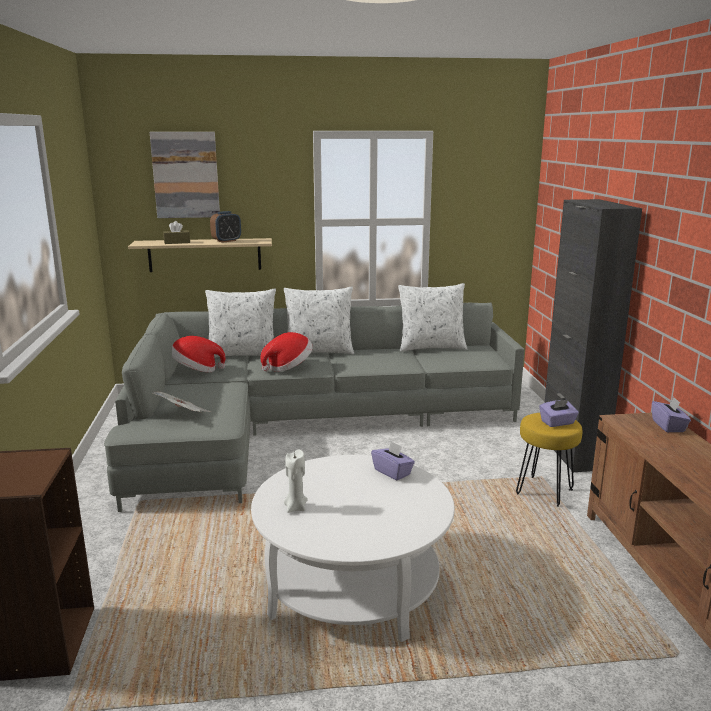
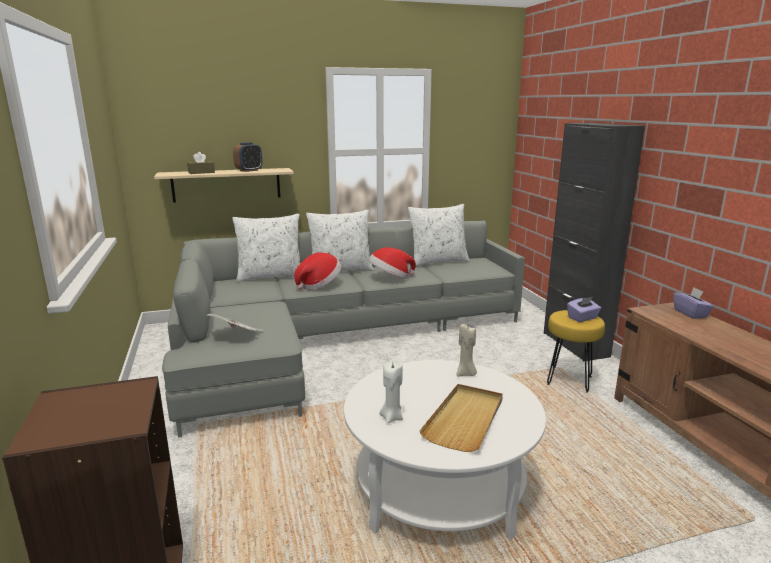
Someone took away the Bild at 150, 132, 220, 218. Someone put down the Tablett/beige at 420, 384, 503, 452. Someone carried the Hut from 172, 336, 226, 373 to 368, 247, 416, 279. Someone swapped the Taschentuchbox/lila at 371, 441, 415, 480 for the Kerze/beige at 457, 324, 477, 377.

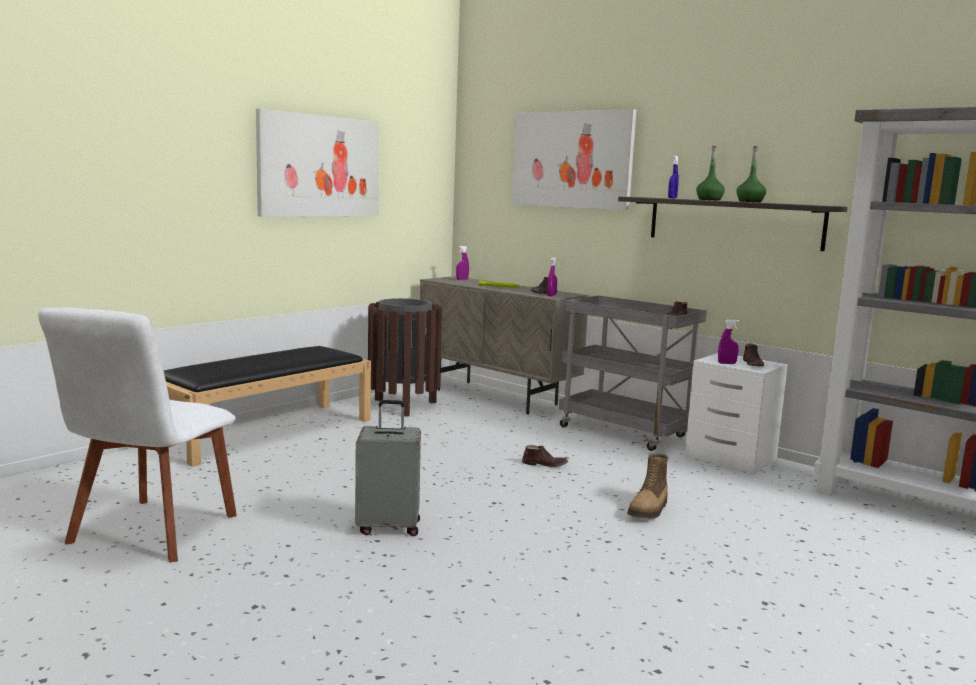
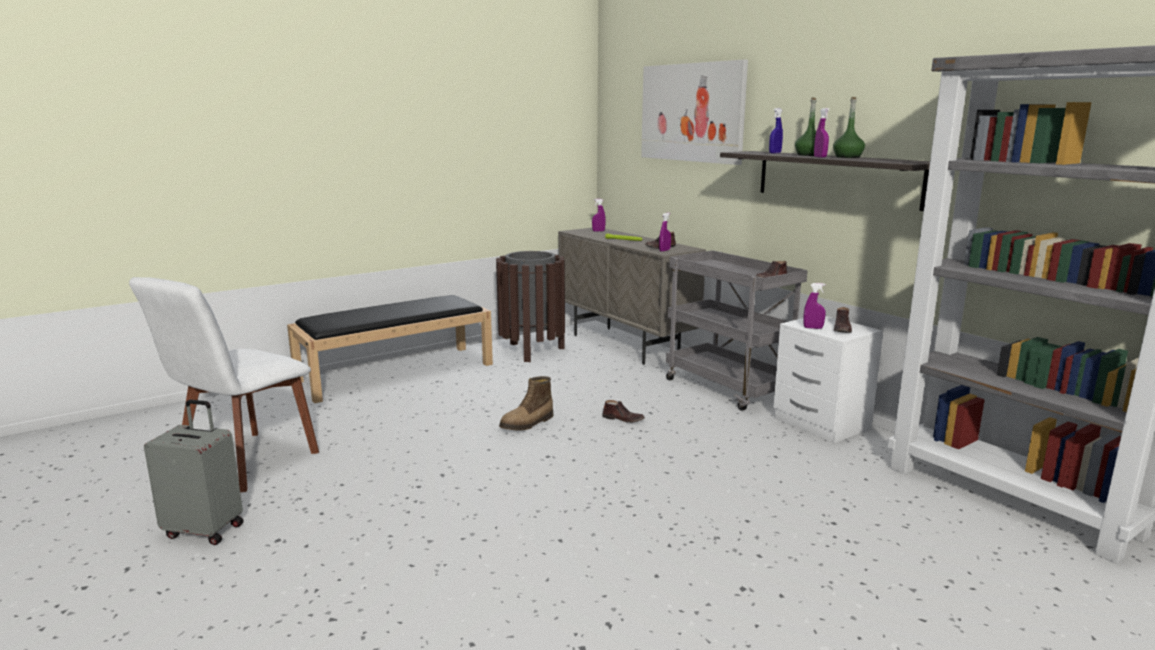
Someone took away the Bild at 256, 109, 380, 217. Someone put down the Sprühflasche/lila at 814, 108, 829, 158. Someone carried the Koffer/grau from 355, 400, 421, 536 to 144, 399, 244, 545. Someone carried the Stiefel from 627, 453, 668, 519 to 499, 376, 553, 431.

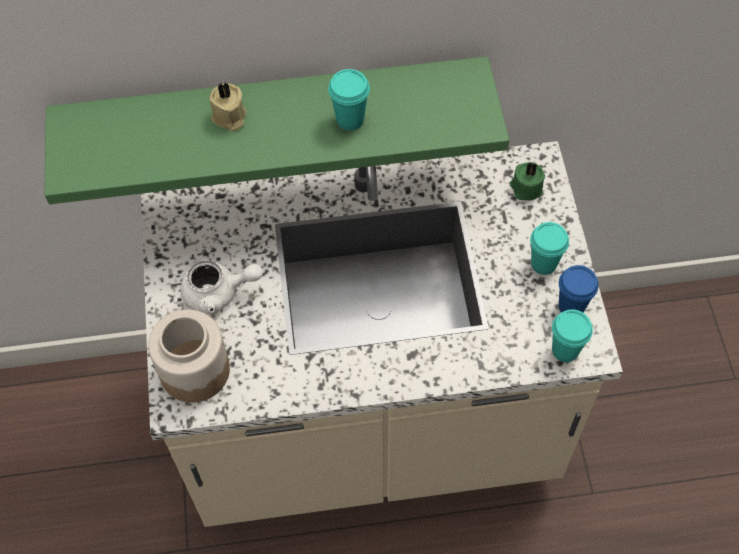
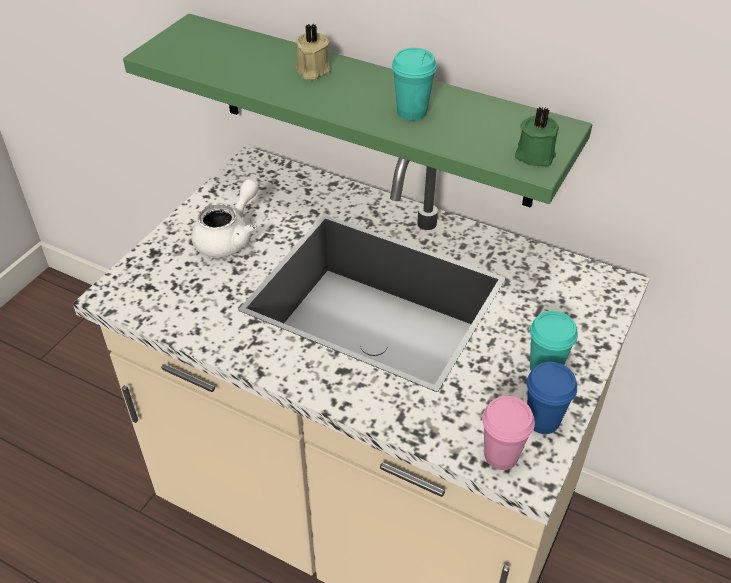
Someone took away the Vorratsglas at 148, 309, 230, 403. Someone carried the Kerze/grün from 509, 162, 545, 201 to 515, 107, 559, 166. Someone repainted the Tasse/türkis at 552, 309, 593, 362, which became the Tasse/rosa at 482, 396, 535, 470. Someone rotated the Teekanne/weiß at 181, 260, 263, 315 by 90 degrees counterclockwise.

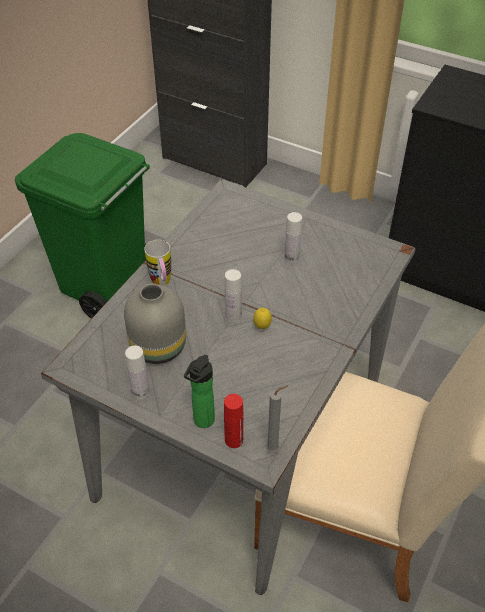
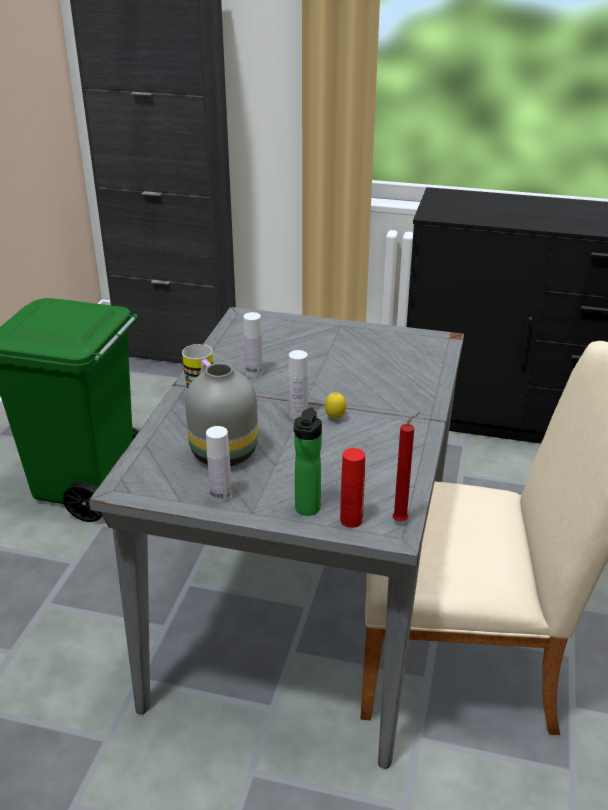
Someone carried the Flasche/weiß from 284, 212, 302, 264 to 243, 312, 263, 377. Someone repainted the Kerze/grau at 266, 386, 288, 453, which became the Kerze/rot at 392, 412, 420, 522.

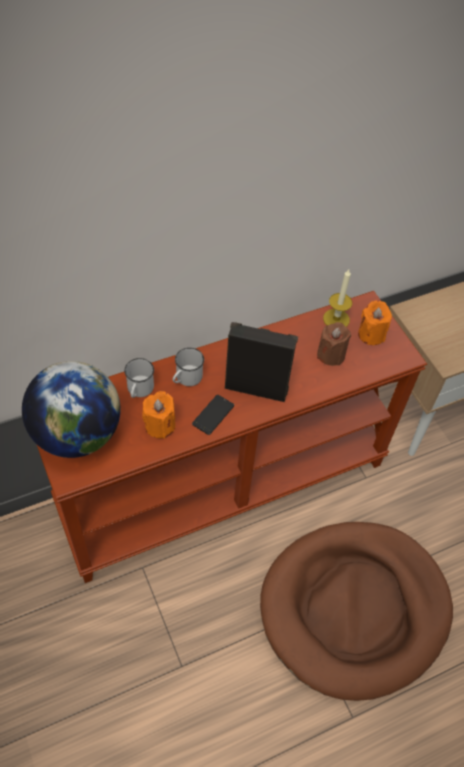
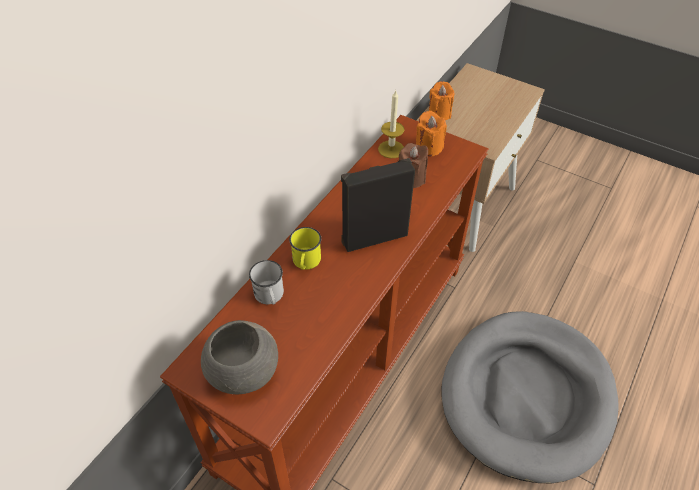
Someone took away the Handy at 192, 395, 234, 435. Someone carried the Kerze/orange from 142, 391, 175, 439 to 429, 81, 454, 120. Someone swapped the Globus at 22, 361, 121, 458 for the Schüssel/grau at 201, 320, 278, 395. Someone repainted the Henkelbecher/weiß at 173, 348, 204, 386, which became the Henkelbecher/gelb at 289, 227, 321, 270. Someone repainted the Hundebett/braun at 260, 522, 453, 701, which became the Hundebett/grau at 441, 311, 619, 483.

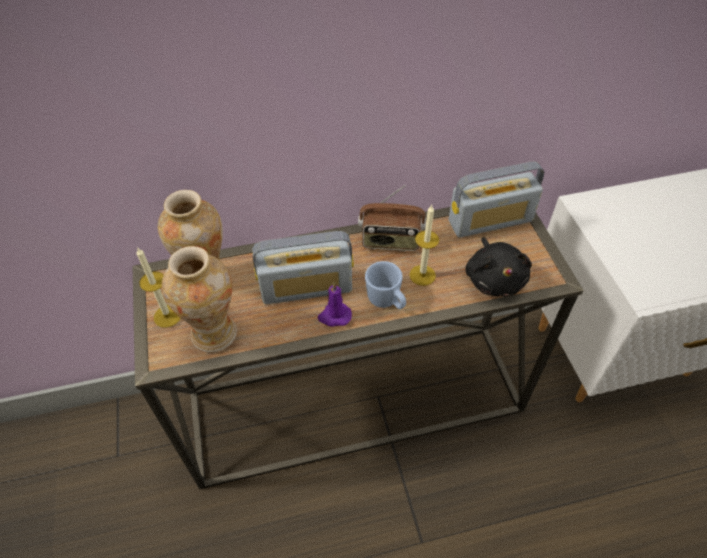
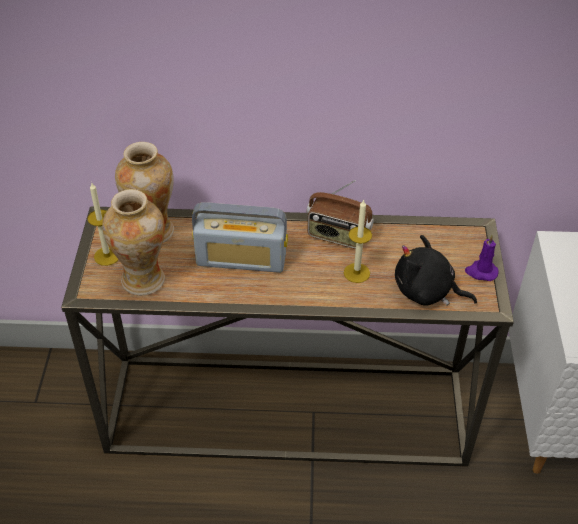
Someone took away the Henkelbecher/blau at 365, 261, 406, 309. Someone took away the Radio at 449, 161, 544, 238. Someone carried the Kerze/lila from 318, 282, 352, 327 to 465, 235, 499, 281. Someone rotated the Plüschtier/schwarz at 465, 237, 532, 297 by 105 degrees clockwise.

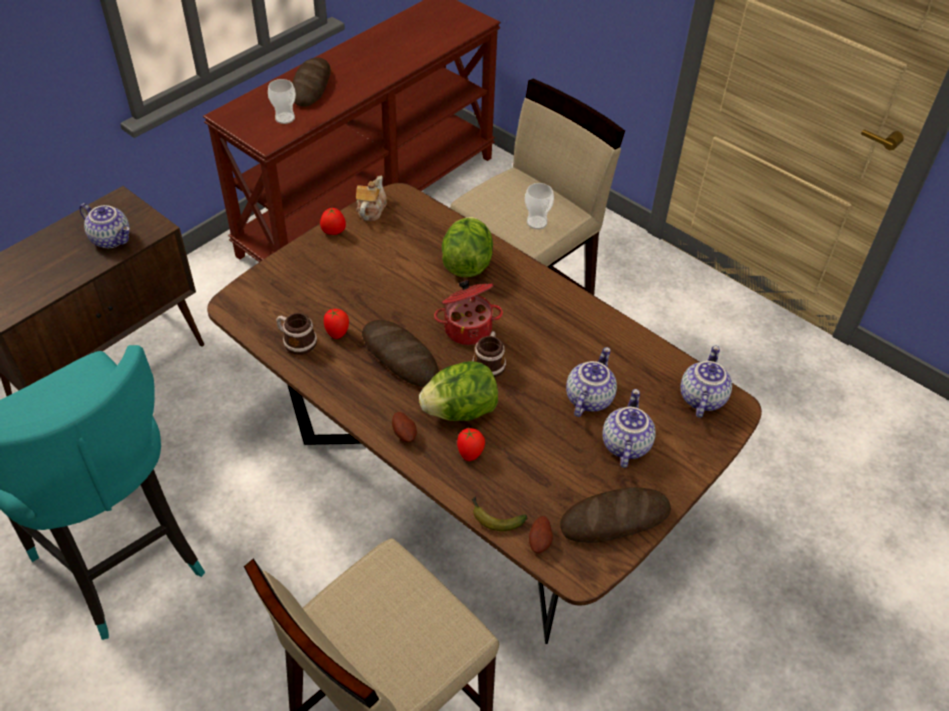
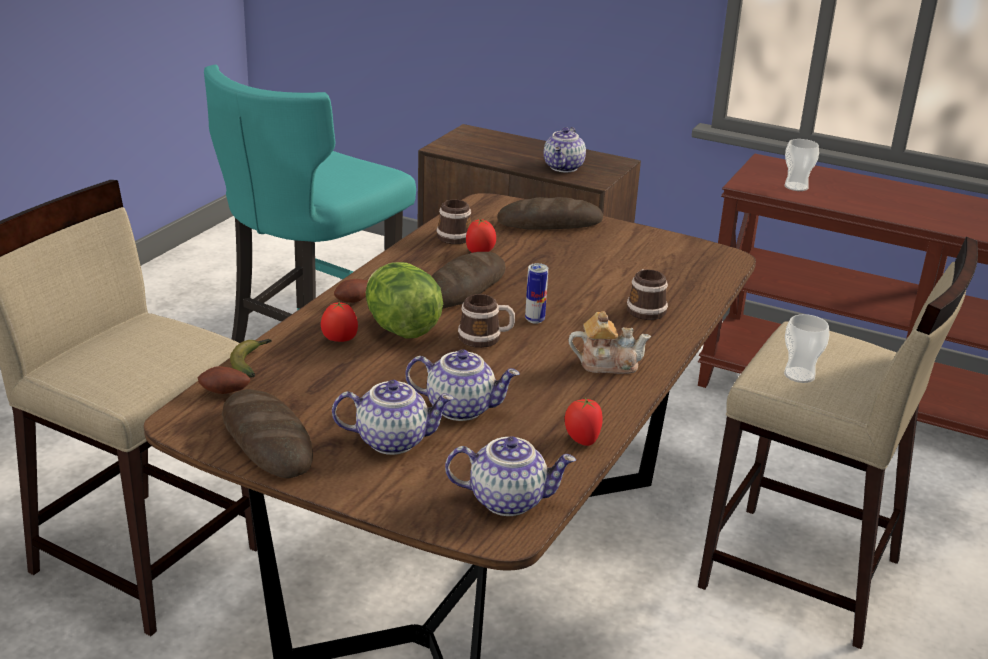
Someone carried the Brot from 292, 57, 331, 107 to 497, 197, 603, 230. Someone carried the Tomate from 320, 207, 346, 235 to 565, 398, 602, 446. Someone carried the Teekanne from 356, 176, 387, 221 to 568, 311, 651, 374. Someone swapped the Kochtopf at 434, 280, 503, 345 for the Dose at 525, 263, 548, 324. Someone swapped the Salatkopf at 442, 217, 493, 277 for the Henkelbecher at 627, 269, 668, 320.

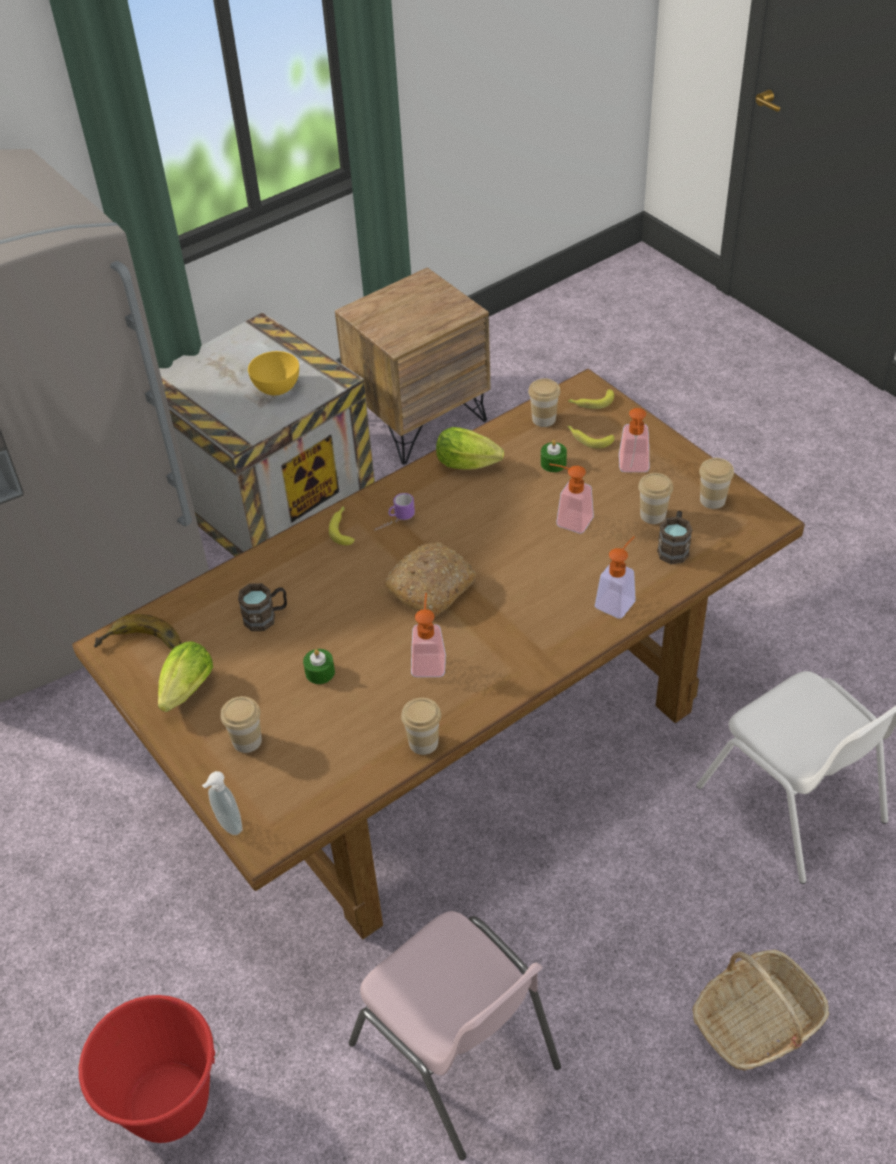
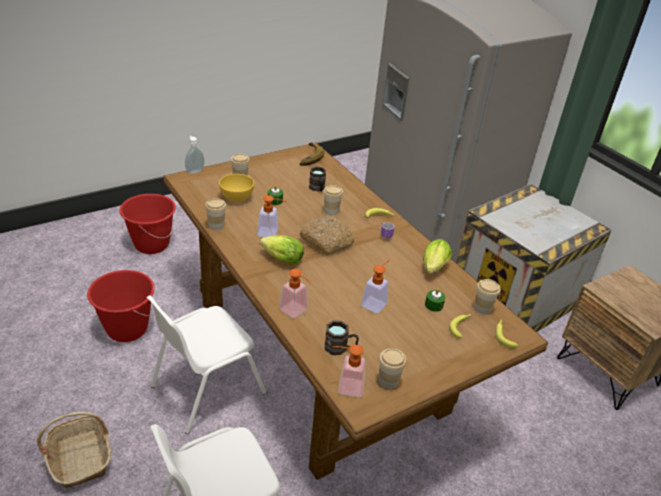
Someone put down the Stuhl/weiß at 147, 295, 266, 434. Someone carried the Salatkopf from 158, 641, 213, 712 to 260, 235, 304, 264. Someone carried the Schüssel/gelb from 248, 351, 299, 395 to 219, 174, 254, 202. Someone carried the Seifenspender from 619, 408, 649, 472 to 332, 345, 365, 397. Someone carried the Tasse from 638, 473, 673, 524 to 323, 185, 343, 215. Someone swapped the Stuhl/rosa at 349, 911, 561, 1160 for the Eimer/rot at 87, 270, 155, 342.

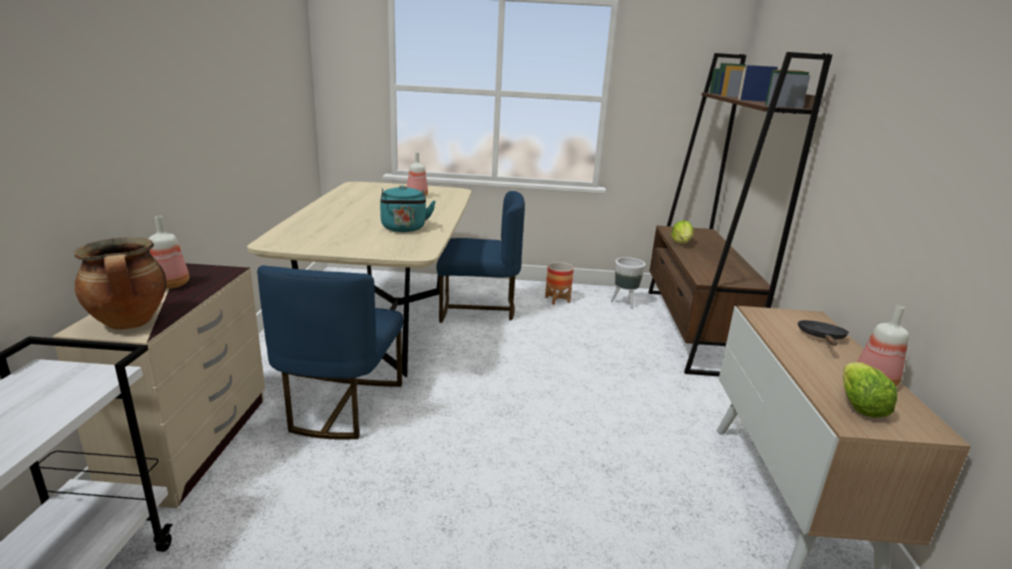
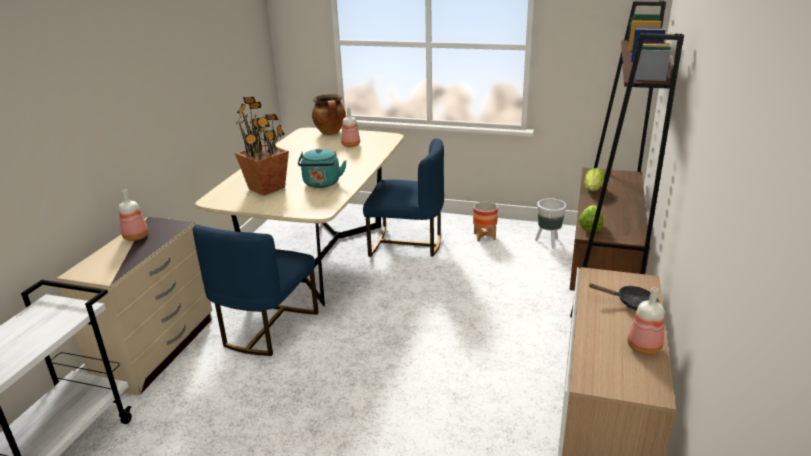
Someone put down the Topfpflanze at 235, 97, 289, 196. Someone carried the Kochtopf from 74, 237, 166, 330 to 312, 94, 346, 135. Someone carried the Salatkopf from 843, 362, 897, 418 to 579, 205, 603, 232. Someone rotated the Pfanne/schwarz at 798, 320, 849, 346 by 75 degrees clockwise.

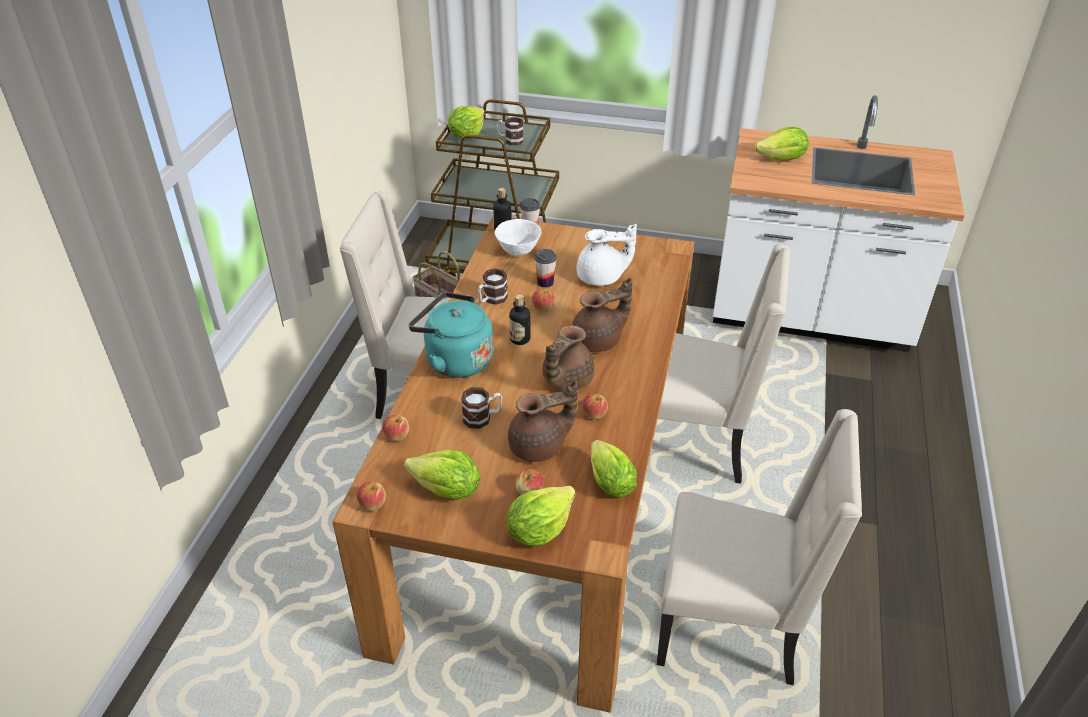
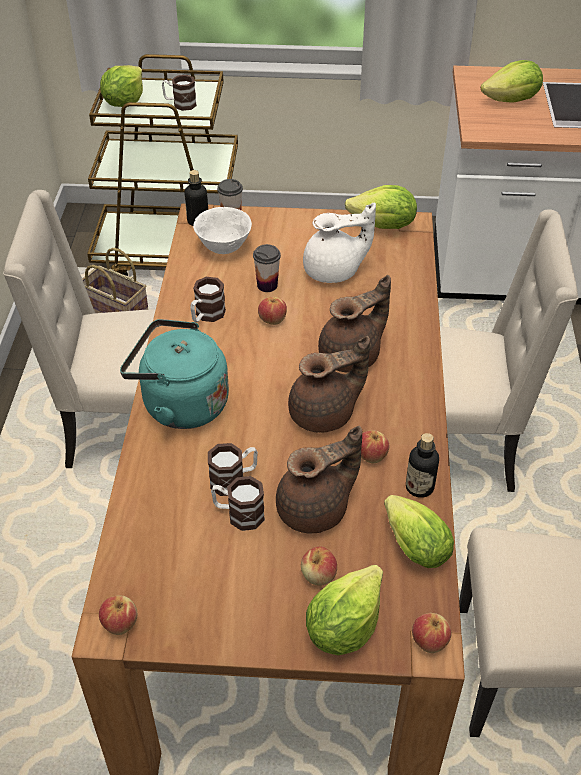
Someone put down the Henkelbecher at 211, 476, 265, 531. Someone carried the Apfel from 382, 415, 409, 442 to 412, 613, 452, 653. Someone carried the Salatkopf from 404, 450, 480, 500 to 345, 185, 417, 229. Someone carried the Flasche from 509, 294, 531, 345 to 406, 433, 439, 498. Someone rotated the Teekanne/braun at 543, 325, 594, 391 by 135 degrees counterclockwise.

